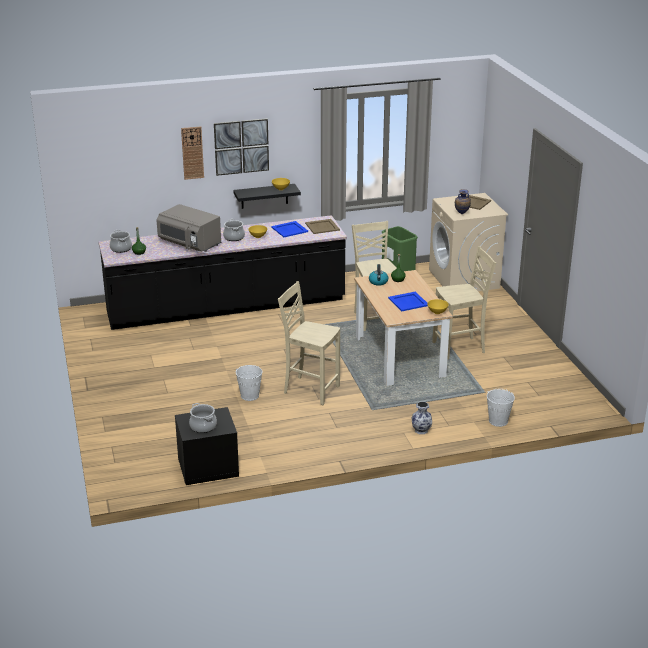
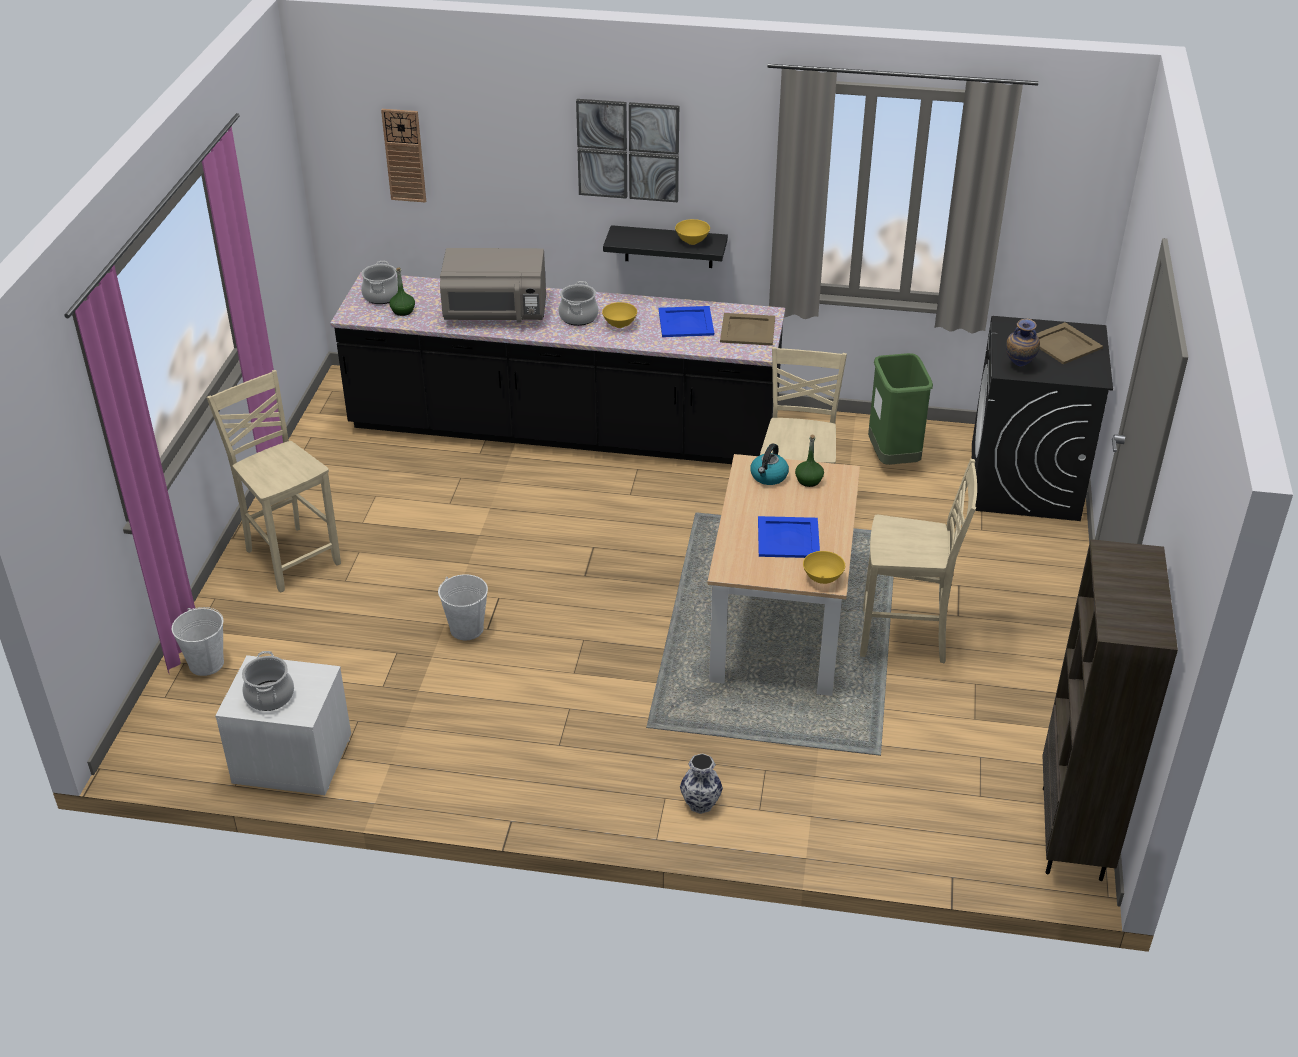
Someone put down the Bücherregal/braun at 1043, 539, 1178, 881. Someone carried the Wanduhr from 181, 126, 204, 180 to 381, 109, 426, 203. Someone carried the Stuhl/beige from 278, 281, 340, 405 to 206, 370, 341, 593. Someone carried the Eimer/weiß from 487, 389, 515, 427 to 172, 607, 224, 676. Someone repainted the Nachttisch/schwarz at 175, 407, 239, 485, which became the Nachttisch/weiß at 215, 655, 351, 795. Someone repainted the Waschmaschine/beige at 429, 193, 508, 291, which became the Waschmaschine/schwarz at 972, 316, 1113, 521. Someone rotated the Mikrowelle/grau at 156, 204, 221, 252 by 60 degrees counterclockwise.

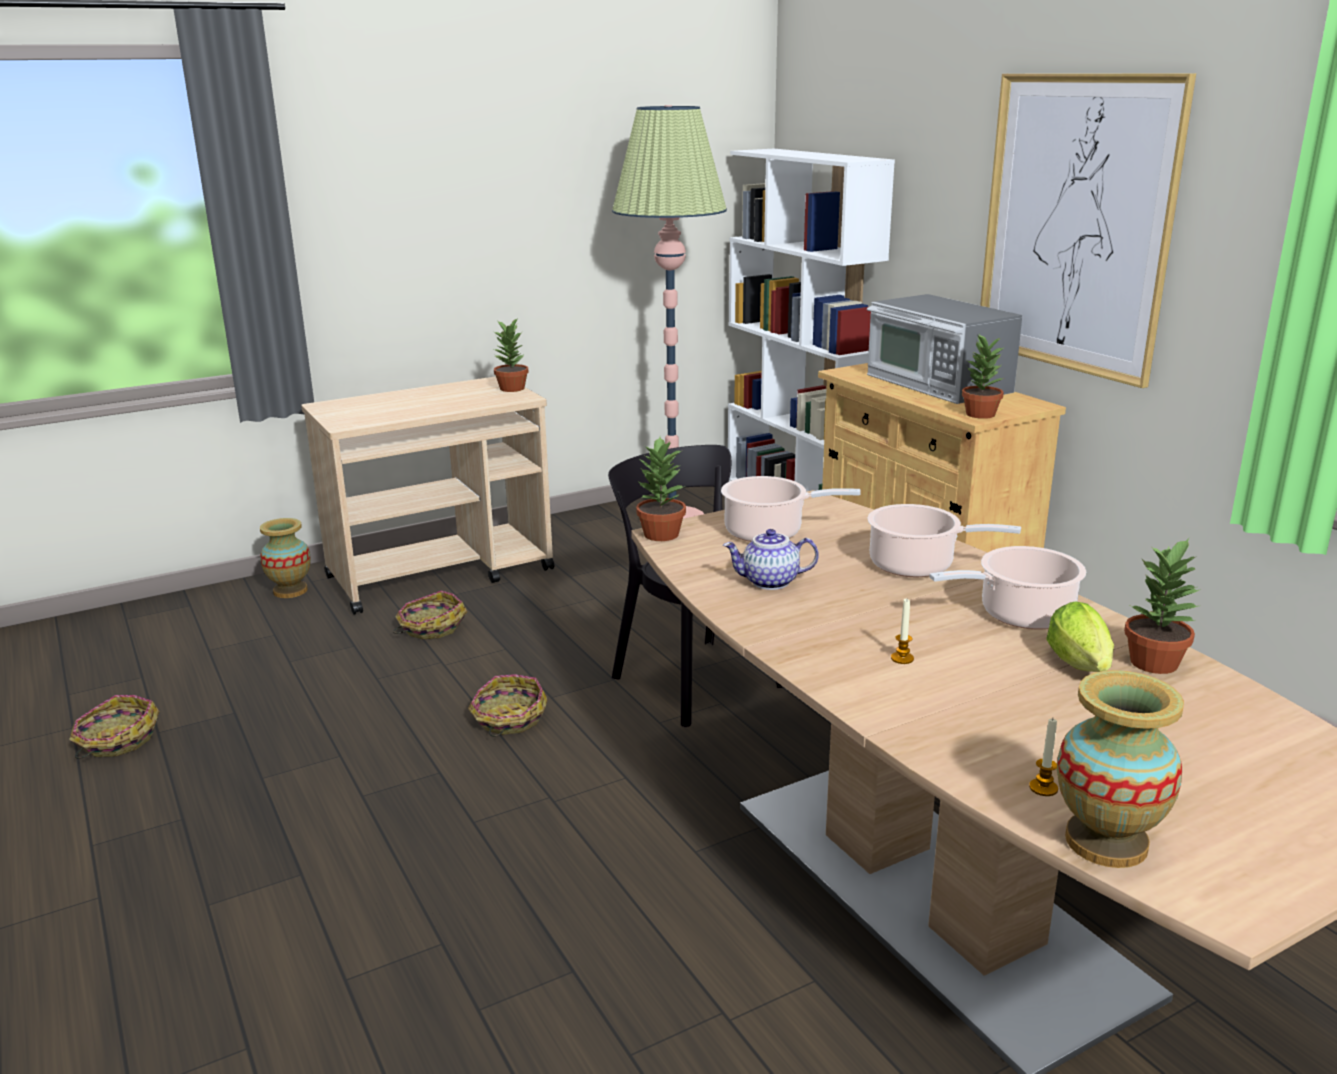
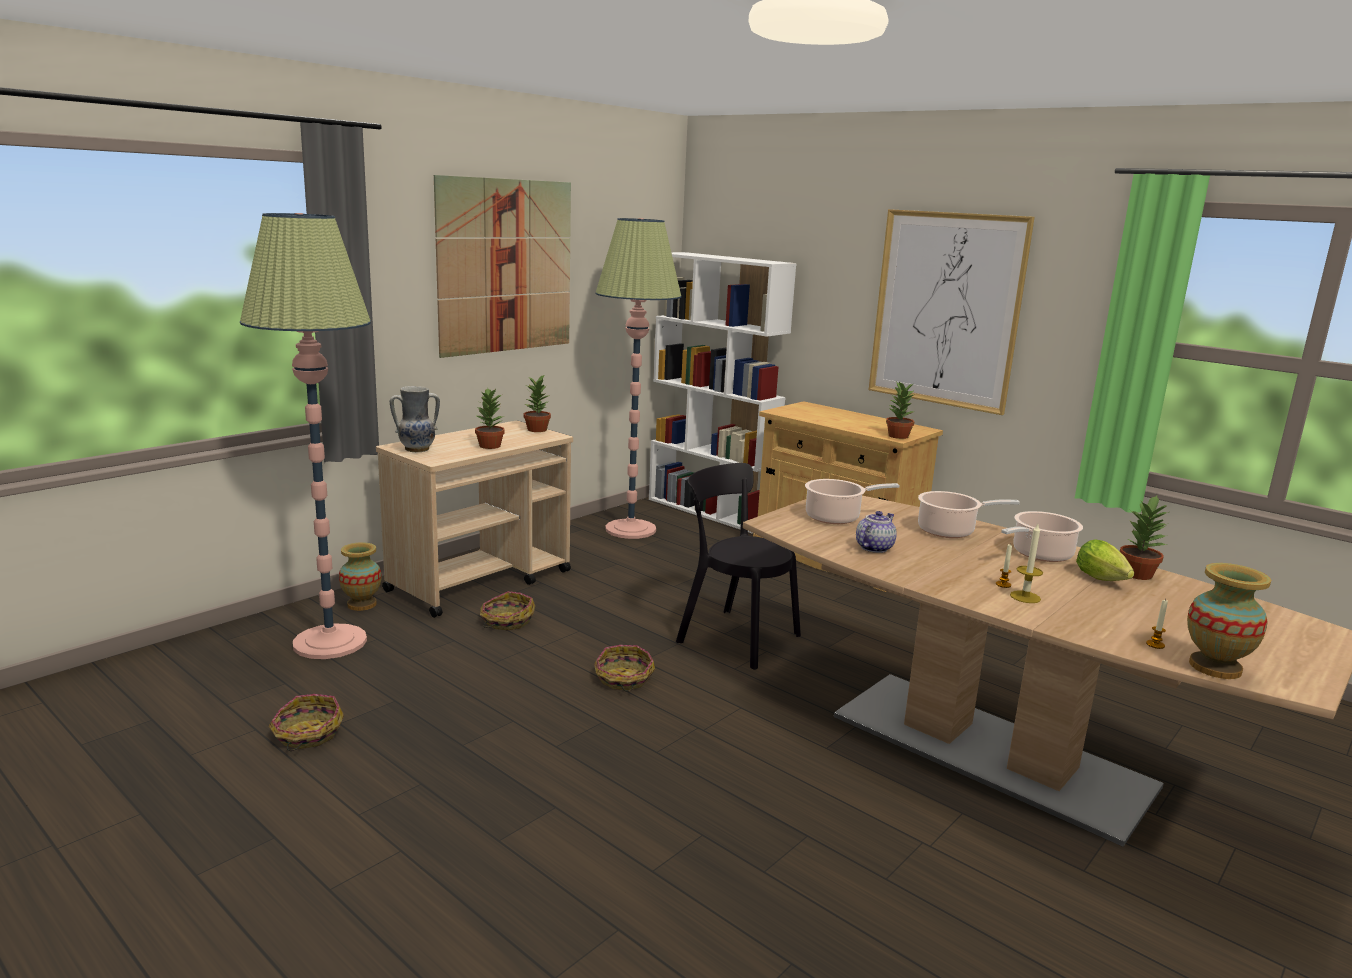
Someone took away the Mikrowelle at 866, 294, 1022, 404. Someone put down the Stehlampe at 240, 213, 371, 659. Someone put down the Vase at 390, 386, 440, 452. Someone put up the Bild at 434, 175, 571, 358. Someone put down the Kerze at 1010, 524, 1043, 603. Someone carried the Topfpflanze from 636, 437, 686, 541 to 475, 388, 505, 449. Someone rotated the Teekanne at 723, 529, 819, 590 by 150 degrees clockwise.

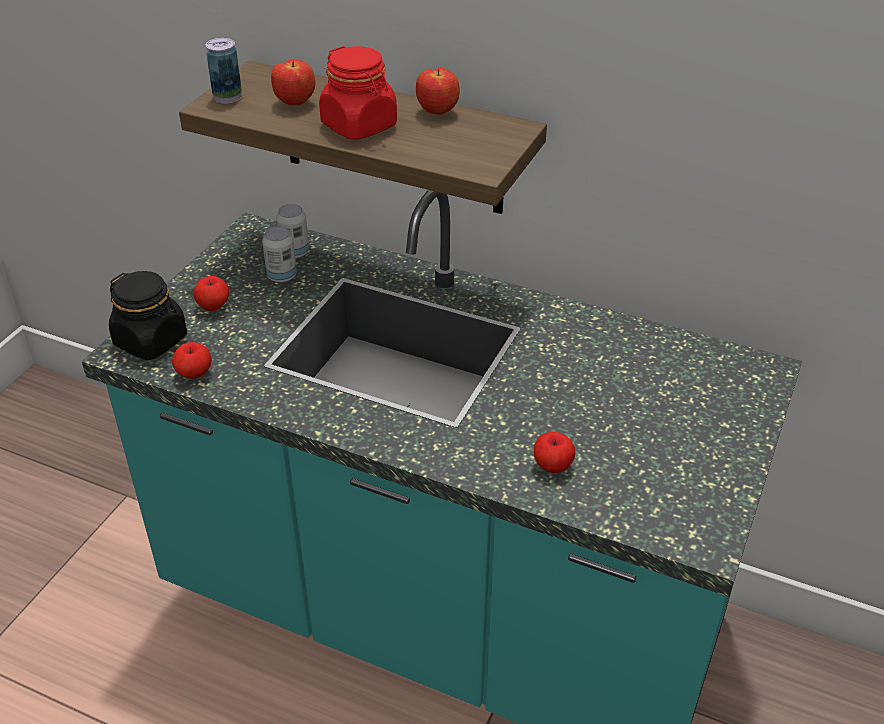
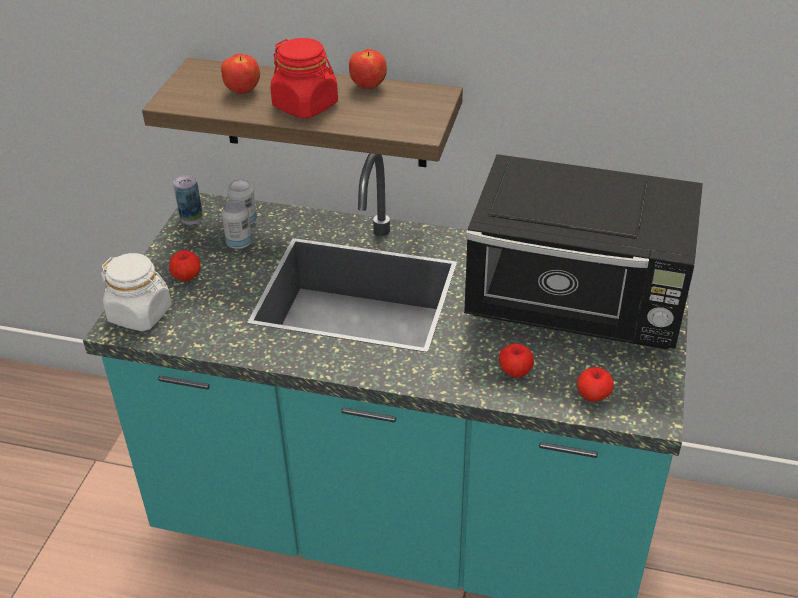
Someone put down the Mikrowelle/schwarz at 464, 154, 703, 350. Someone carried the Apfel from 172, 342, 212, 379 to 577, 367, 614, 402. Someone carried the Dose from 206, 38, 242, 103 to 174, 175, 203, 225. Someone repainted the Vorratsglas/schwarz at 109, 271, 187, 360, which became the Vorratsglas/weiß at 101, 253, 172, 331.

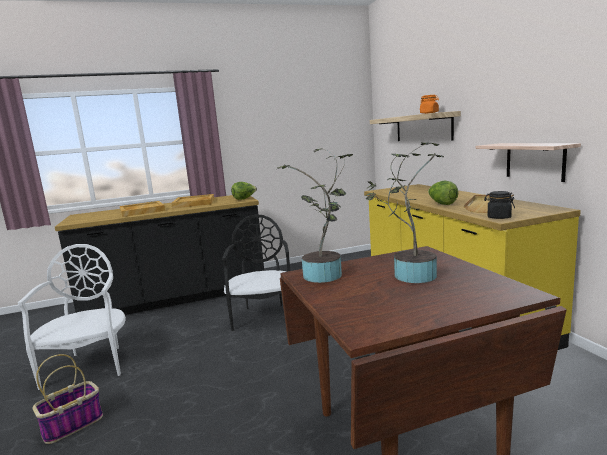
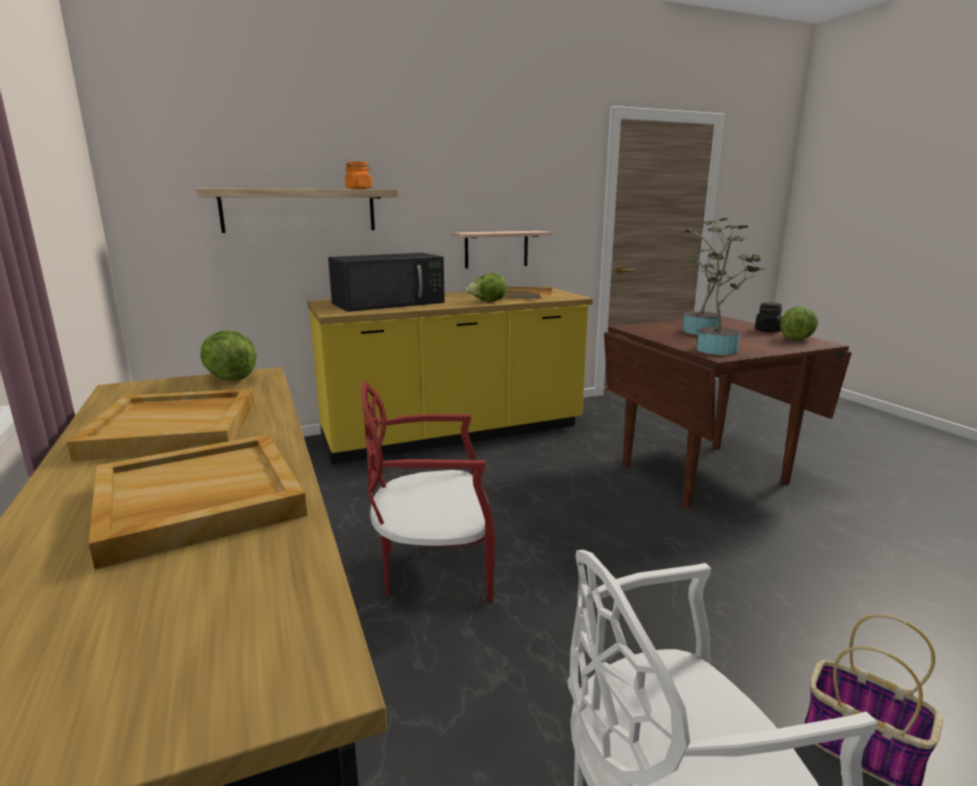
Someone put down the Mikrowelle/schwarz at 328, 253, 445, 312. Someone put down the Salatkopf at 780, 306, 818, 340. Someone carried the Vorratsglas/schwarz from 484, 191, 515, 219 to 755, 302, 783, 332. Someone repainted the Stuhl/schwarz at 222, 214, 290, 331, which became the Stuhl/rot at 361, 382, 496, 602.

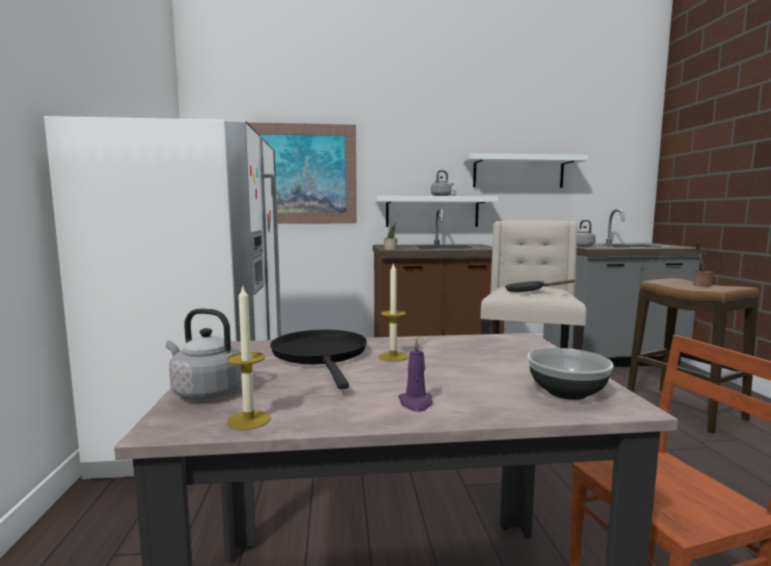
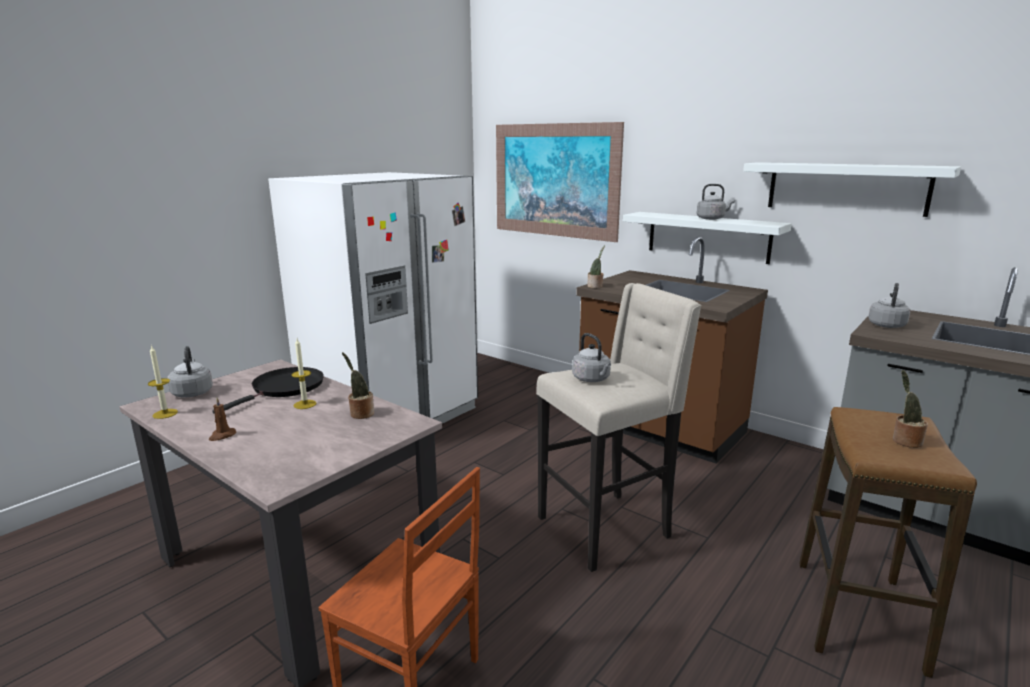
Someone took away the Schüssel at 527, 348, 614, 400. Someone put down the Topfpflanze at 342, 352, 374, 419. Someone swapped the Pfanne/schwarz at 505, 279, 575, 292 for the Wasserkessel/grau at 572, 333, 611, 382. Someone repainted the Kerze/lila at 398, 337, 432, 412, which became the Kerze/braun at 209, 398, 236, 441.

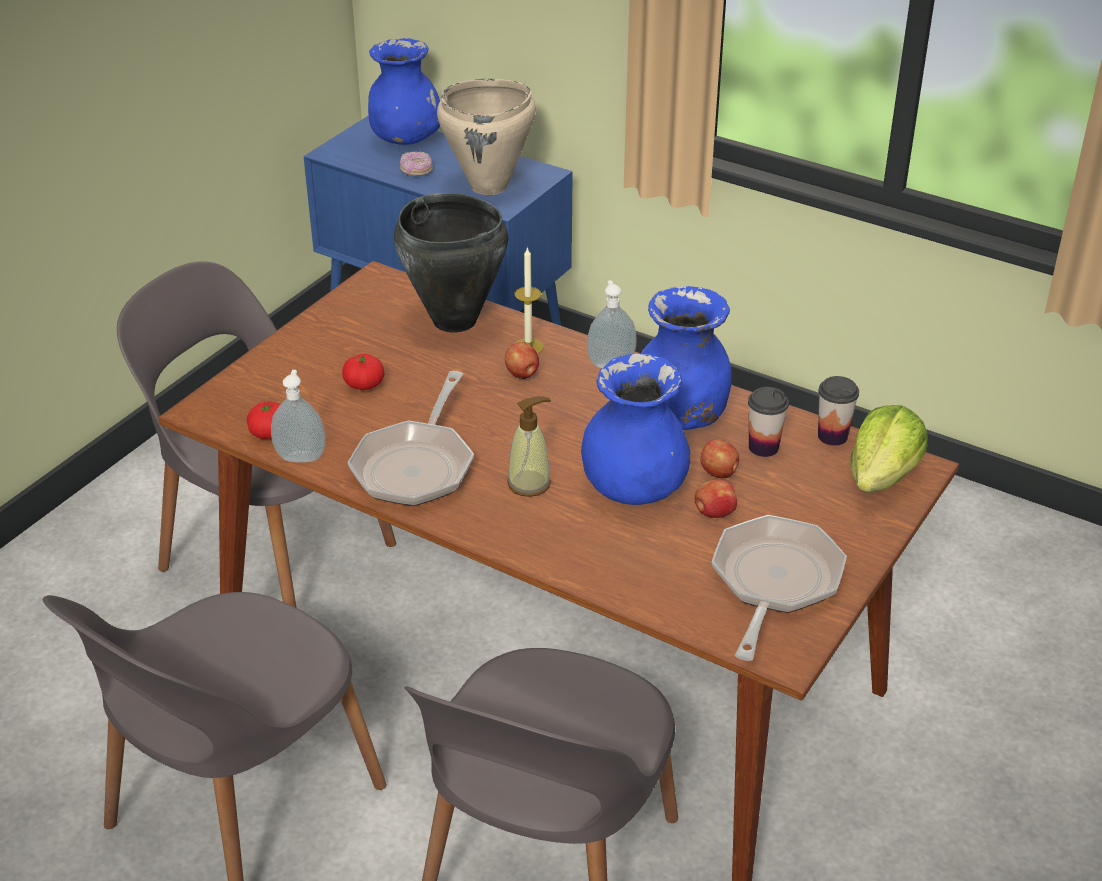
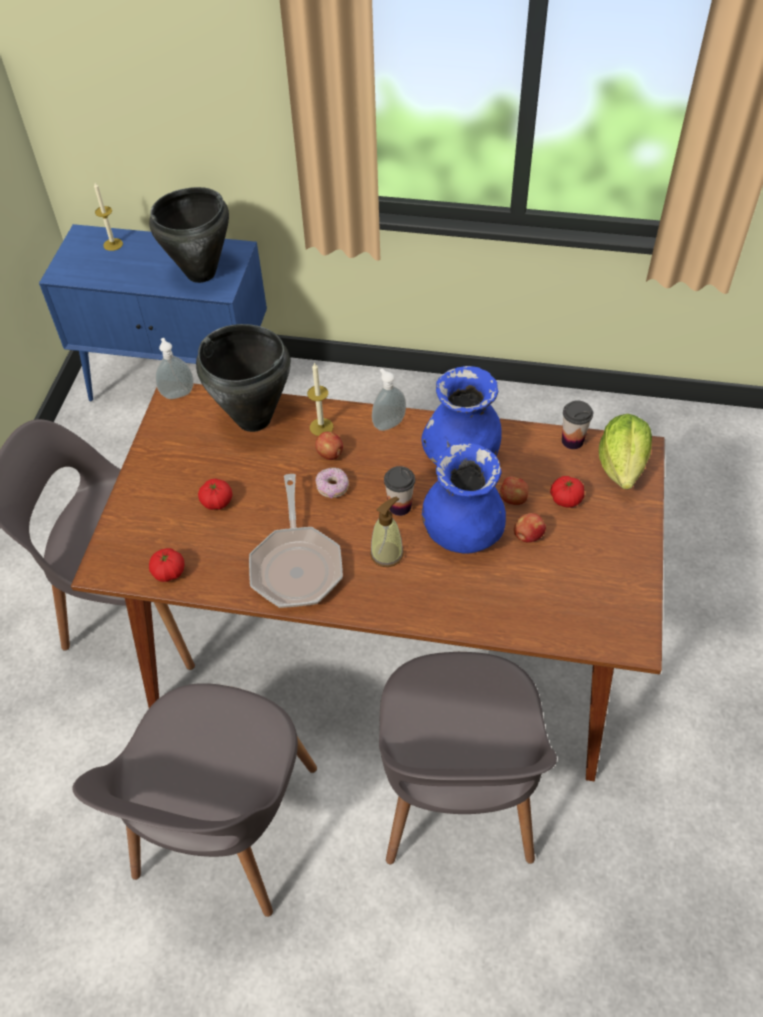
Someone took away the Pfanne at 712, 515, 847, 661. Someone put down the Tomate at 550, 476, 584, 508. Someone carried the Seifenspender from 271, 370, 326, 463 to 155, 338, 194, 399. Someone carried the Donut from 400, 152, 433, 176 to 316, 468, 349, 499. Someone carried the Tasse from 748, 387, 789, 457 to 384, 466, 415, 516. Someone swapped the Vase/blau at 368, 38, 440, 145 for the Kerze at 94, 182, 123, 251. Someone repainted the Kochtopf/beige at 437, 79, 536, 195, which became the Kochtopf/schwarz at 149, 187, 229, 283.

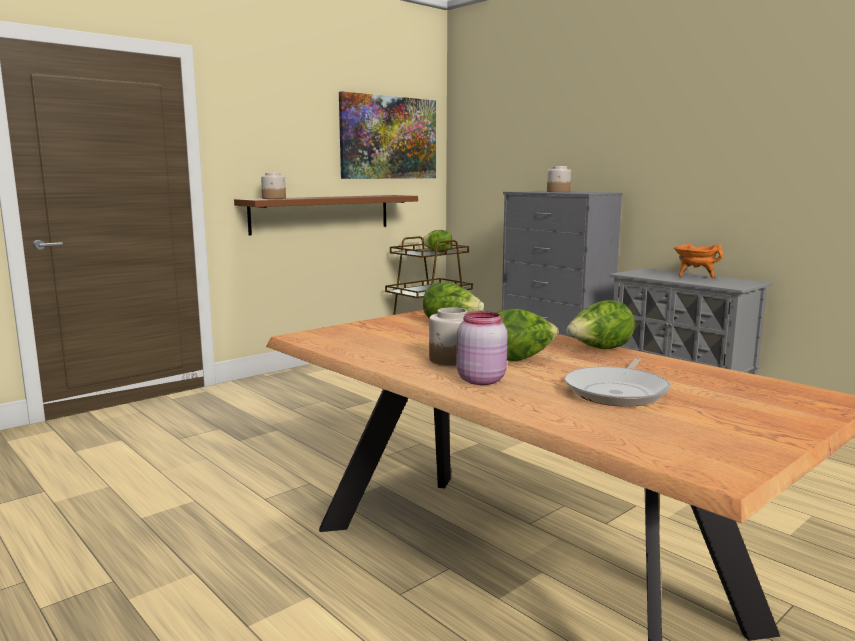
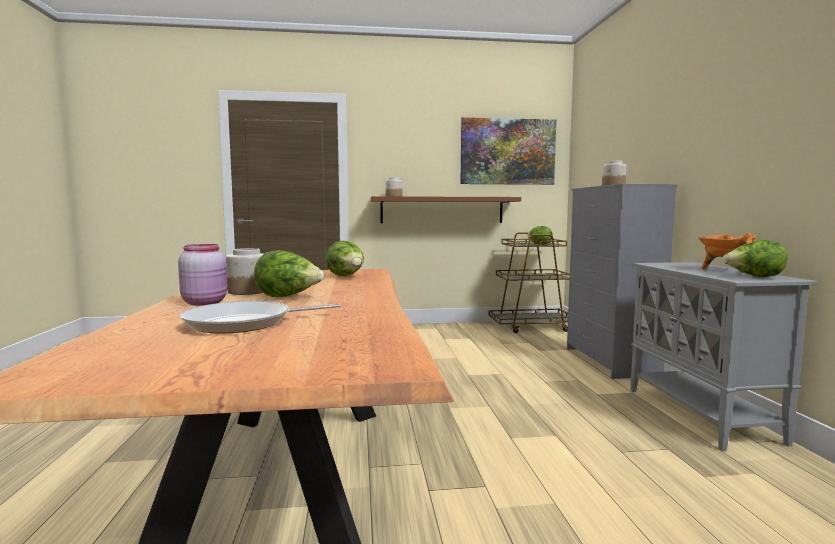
Someone carried the Salatkopf from 566, 300, 635, 349 to 722, 240, 788, 277.

